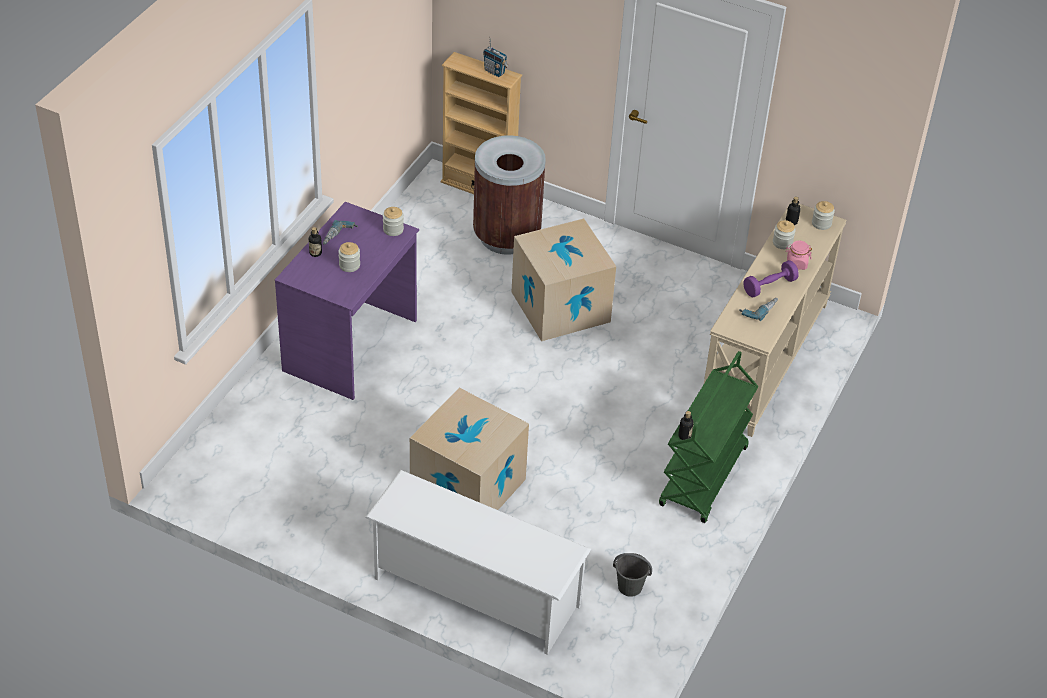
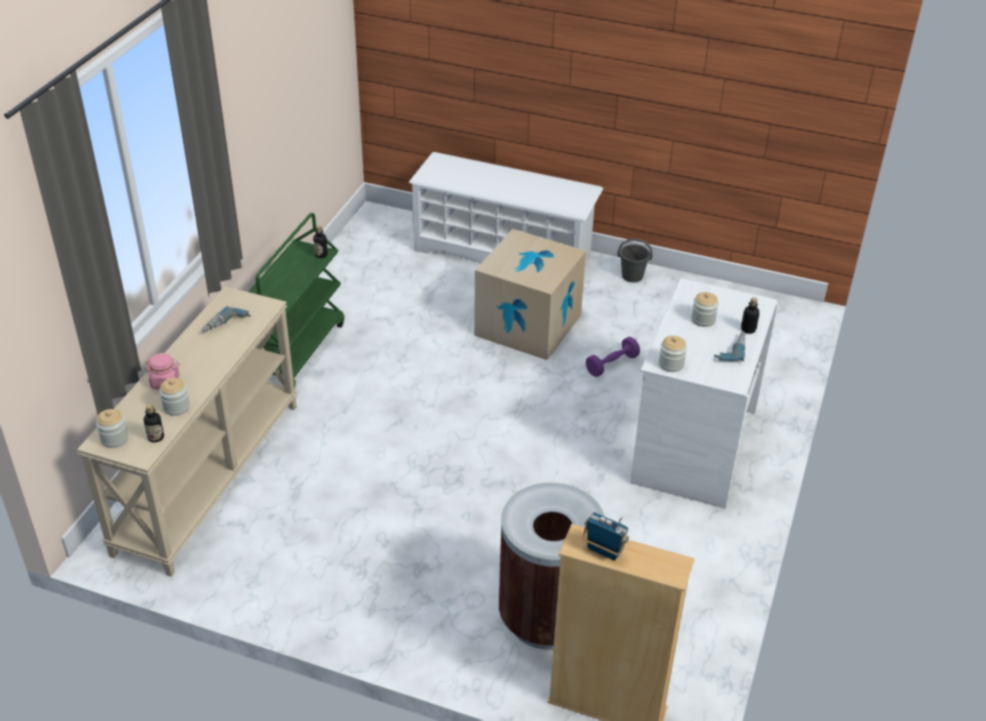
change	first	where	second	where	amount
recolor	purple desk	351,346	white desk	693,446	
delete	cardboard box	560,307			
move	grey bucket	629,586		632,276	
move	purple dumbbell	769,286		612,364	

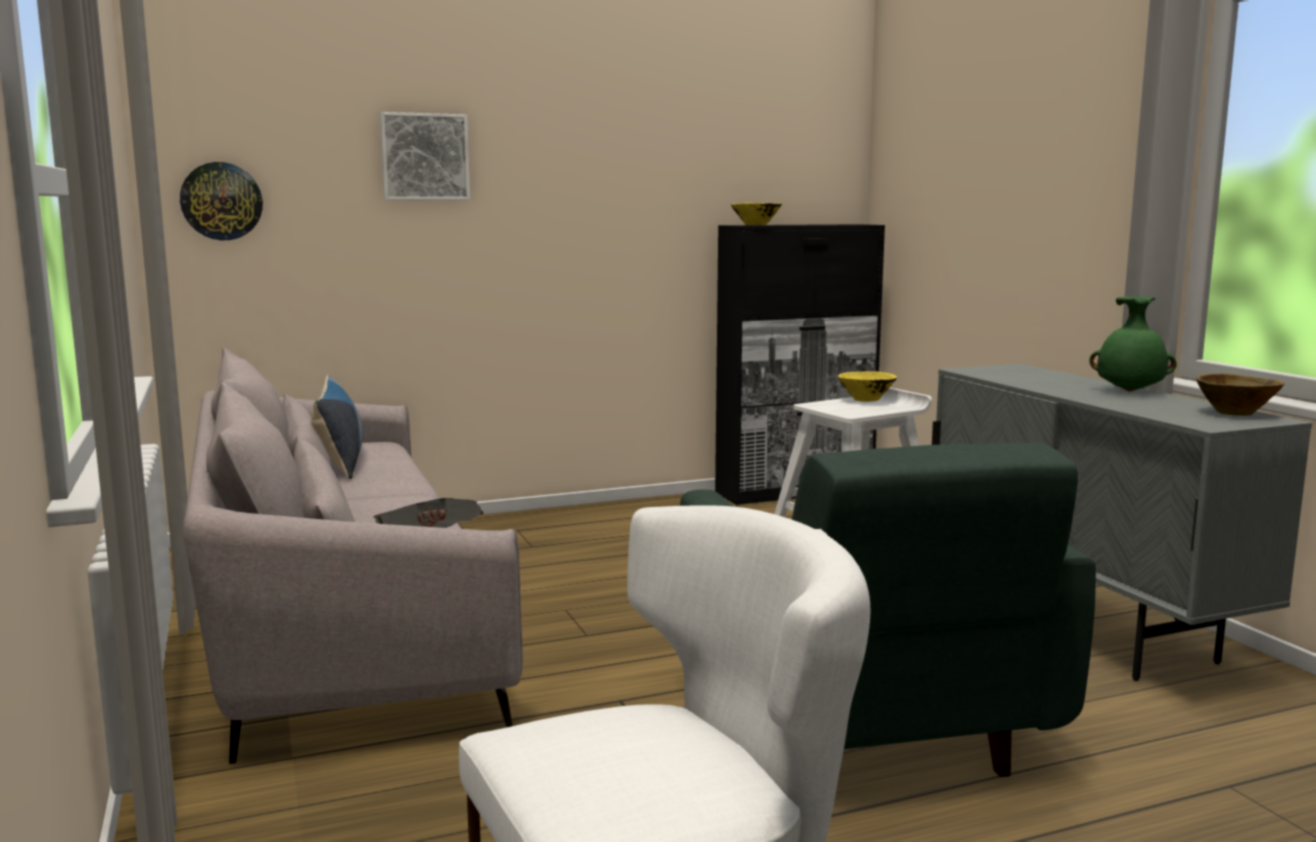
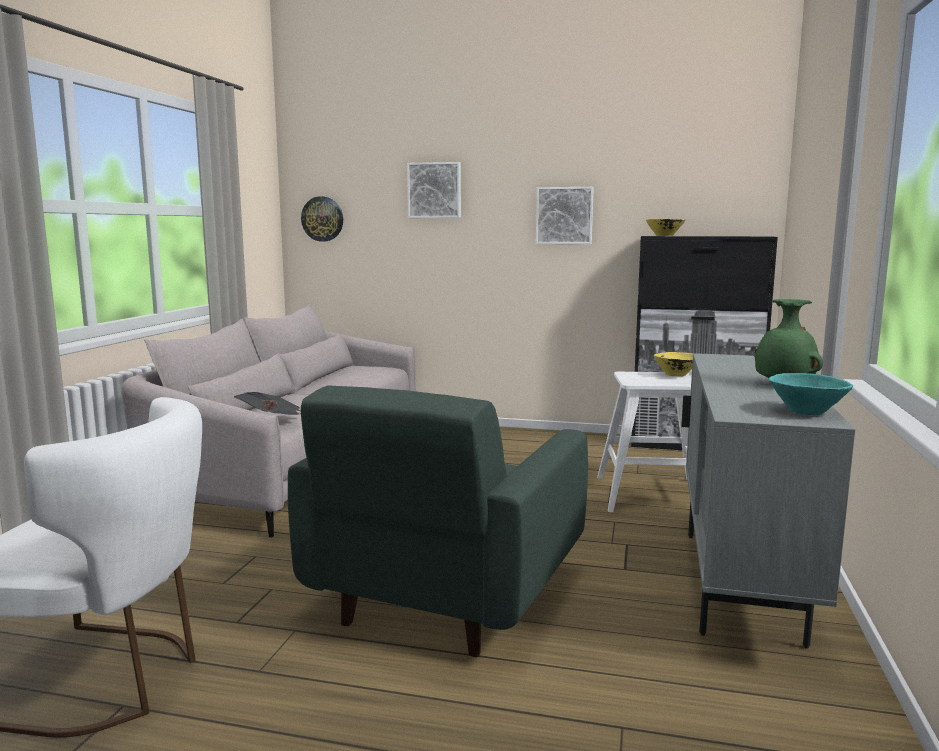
change	first	where	second	where	amount
delete	pillow	340,461			
recolor	brown bowl	1235,413	turquoise bowl	806,412	
insert			picture	564,215	

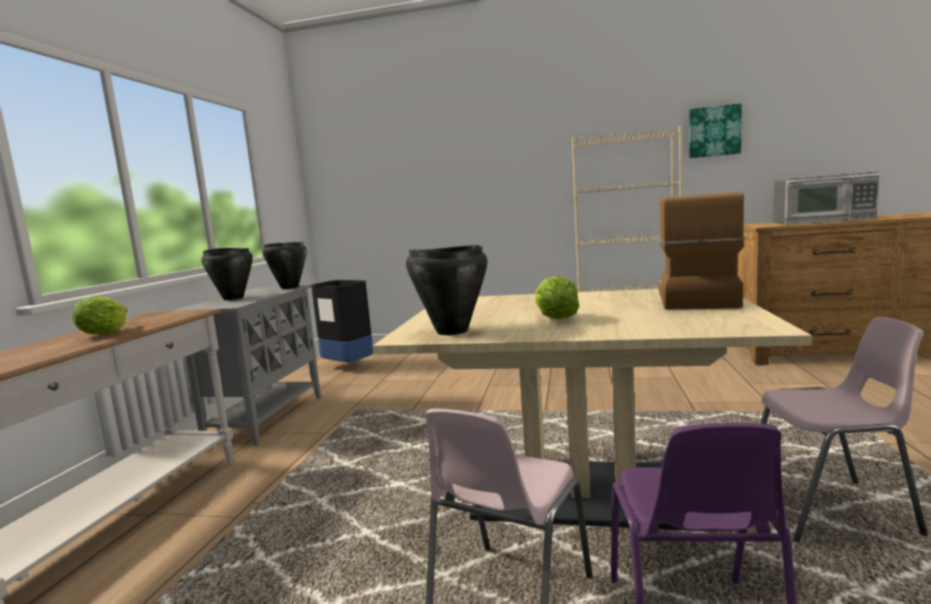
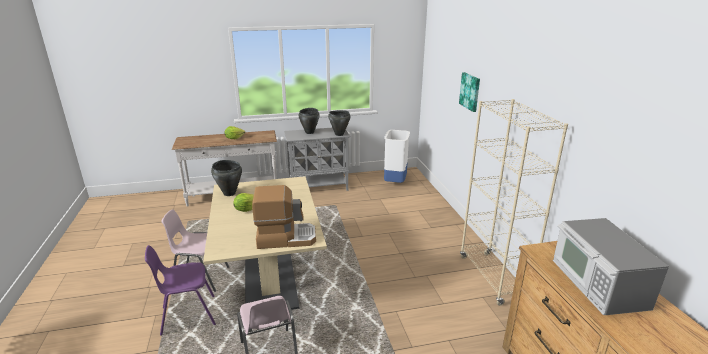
change	first	where	second	where	amount
recolor	black trash can	347,366	white trash can	395,182	
move	picture	714,131		470,91	

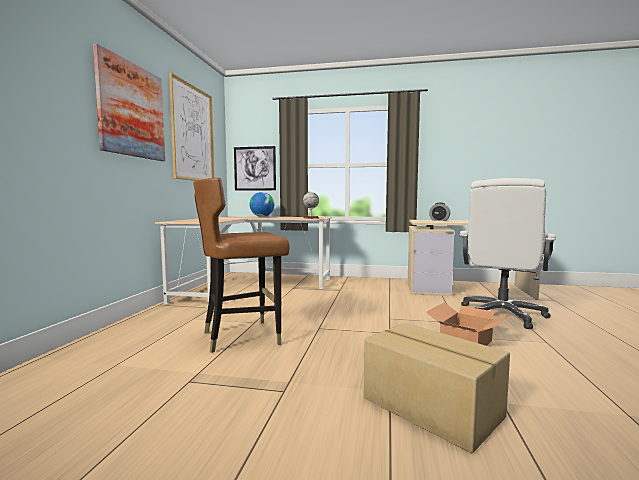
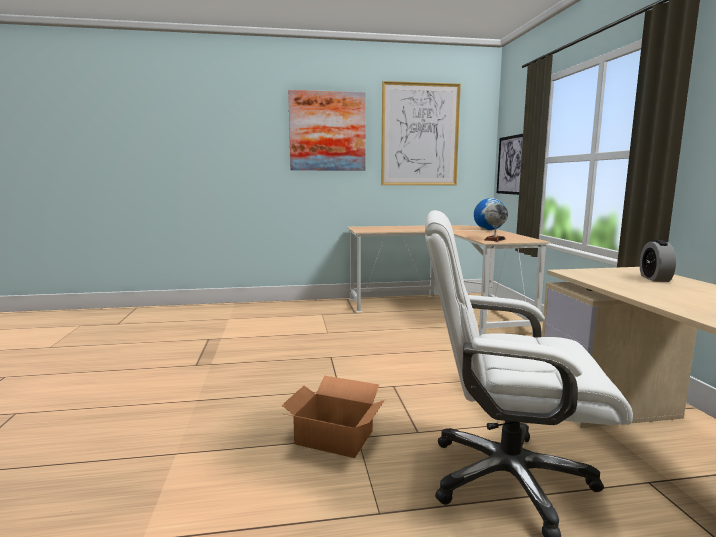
change	first	where	second	where	amount
delete	brown chair	243,336			
delete	cardboard box	431,408			

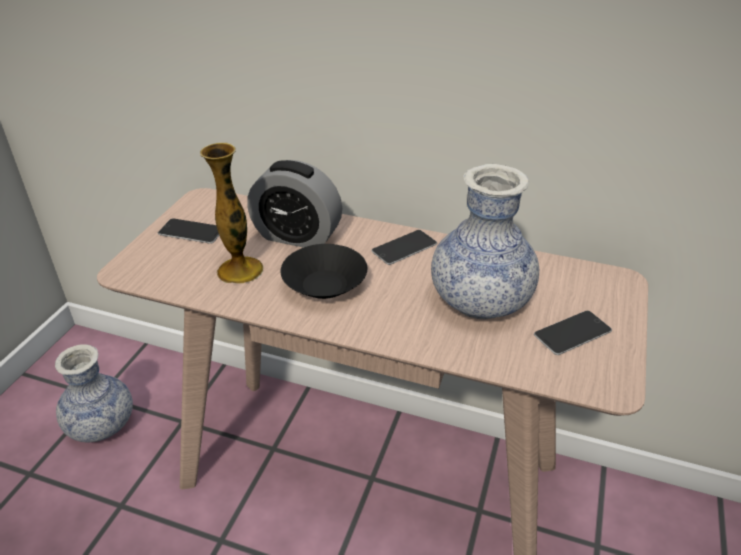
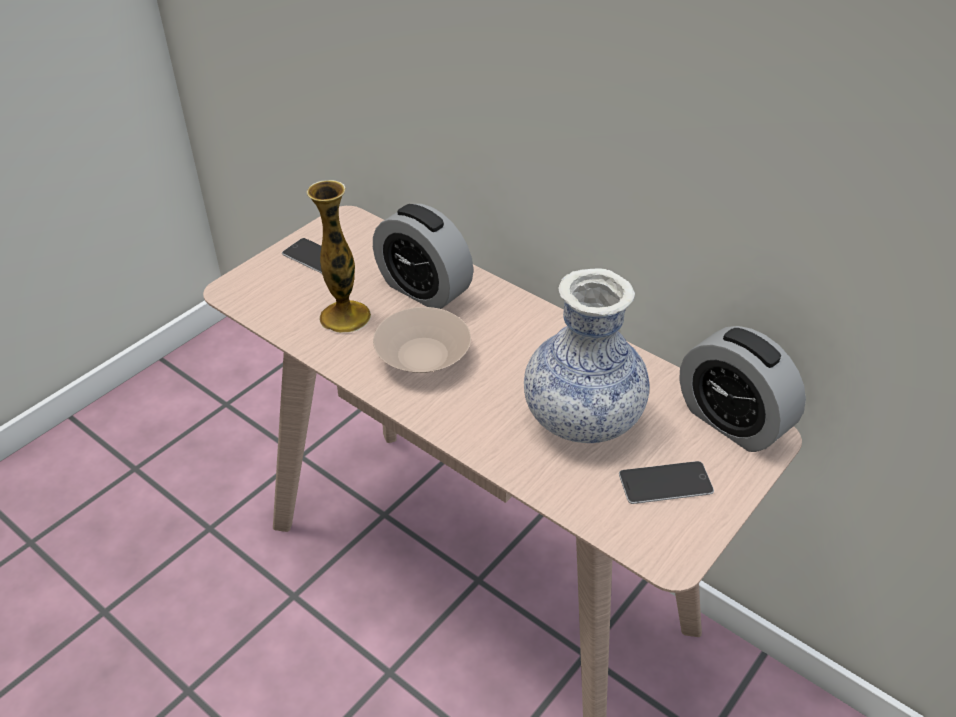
change	first	where	second	where	amount
delete	vase	102,425			
recolor	black bowl	326,286	beige bowl	424,357	
delete	phone	404,247			
insert			alarm clock	732,421	

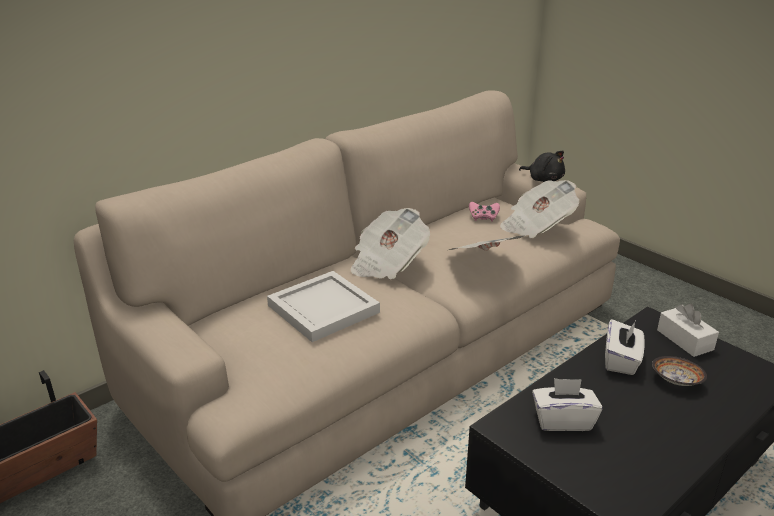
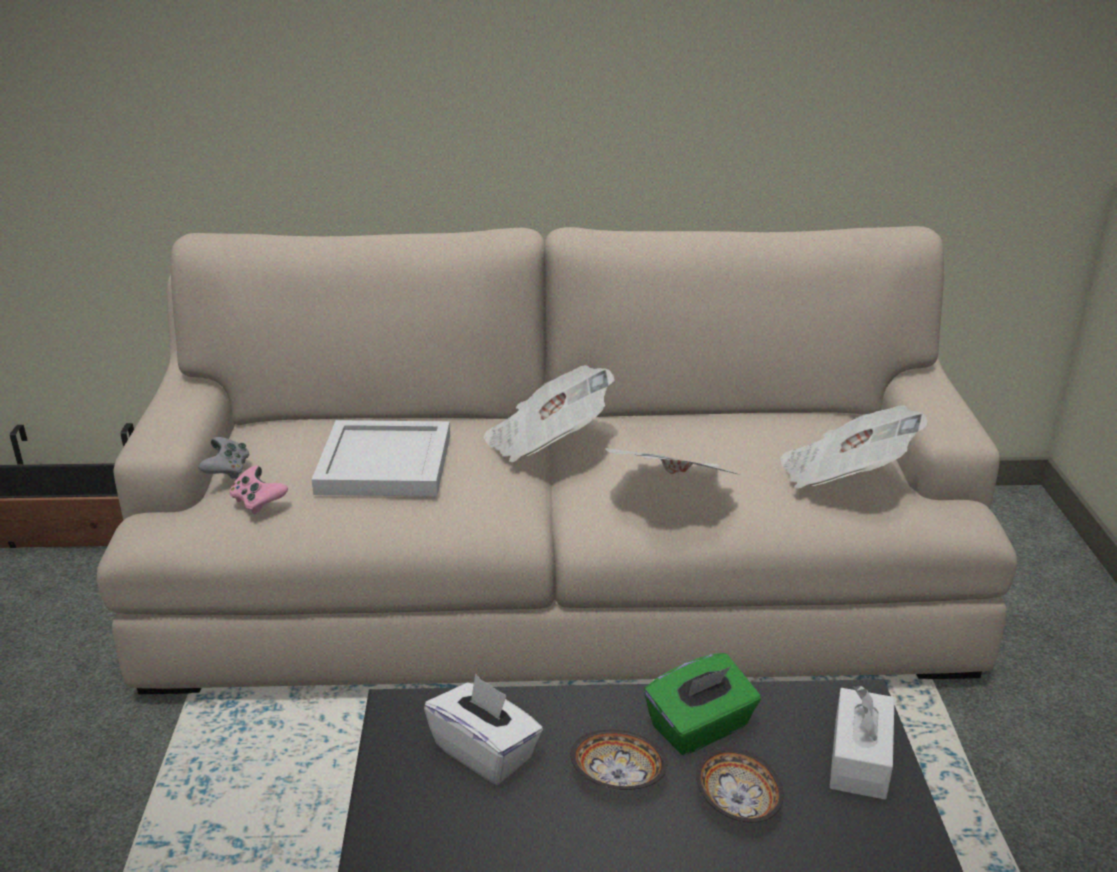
change	first	where	second	where	amount
move	pink game controller	483,218		258,502	
delete	black plush toy	544,179			
recolor	white tissue box	621,360	green tissue box	700,728	
insert			grey game controller	227,471	
insert			bowl	619,780	

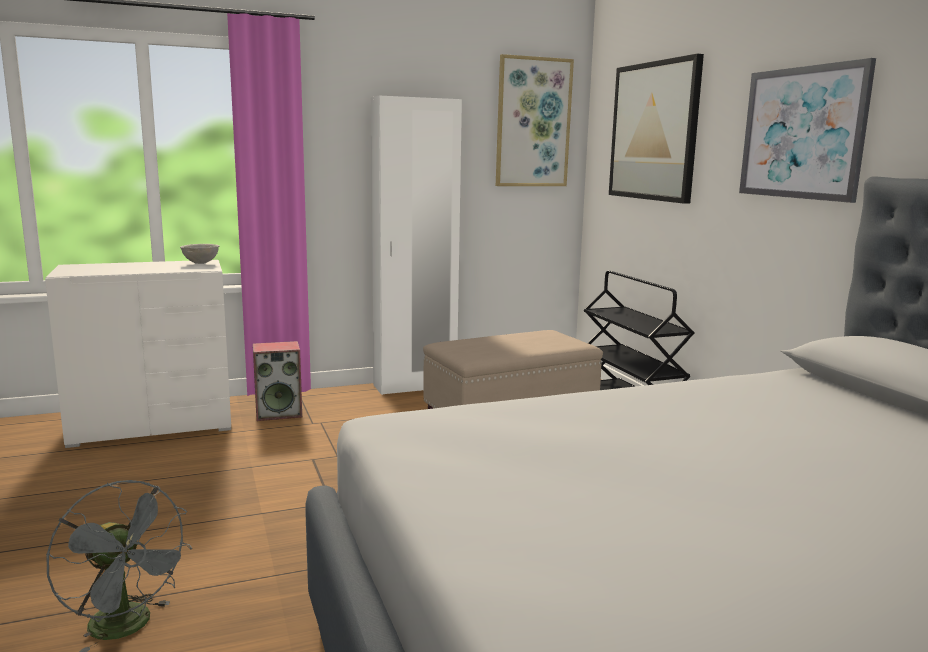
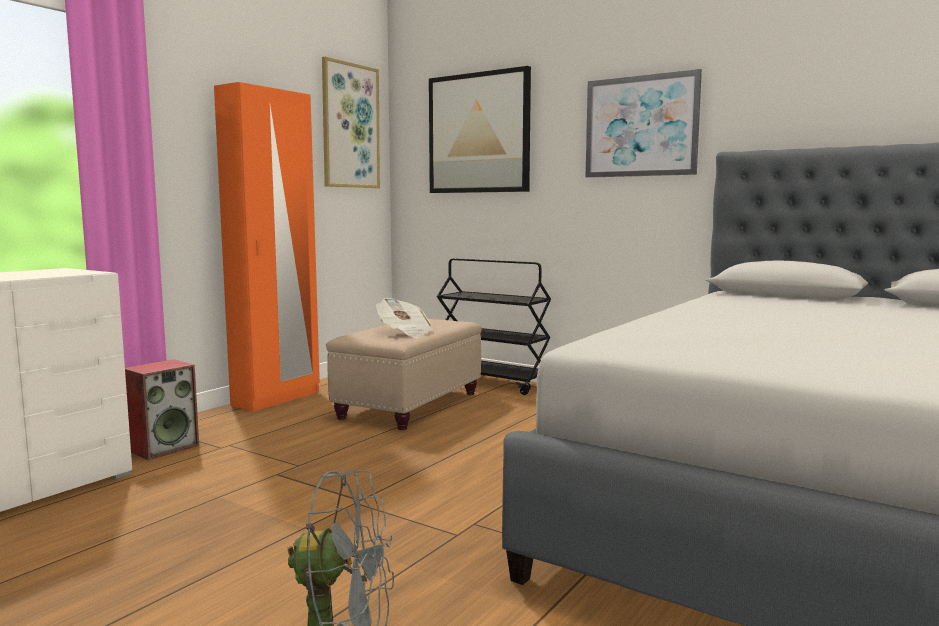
change	first	where	second	where	amount
delete	grey bowl	200,263			
recolor	white wardrobe	415,386	orange wardrobe	277,399	
insert			newspaper	405,333	

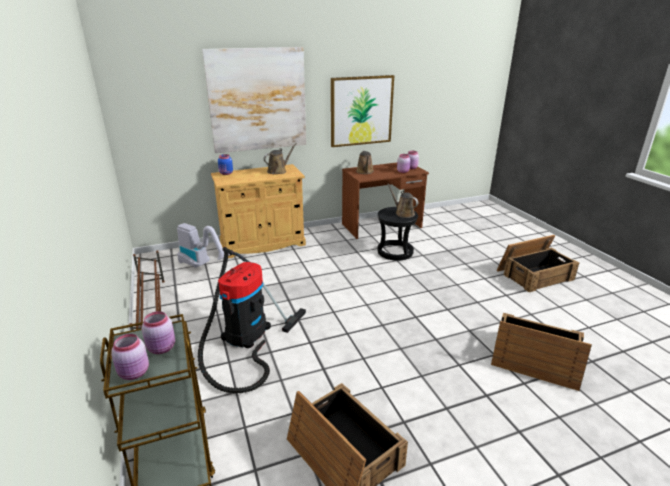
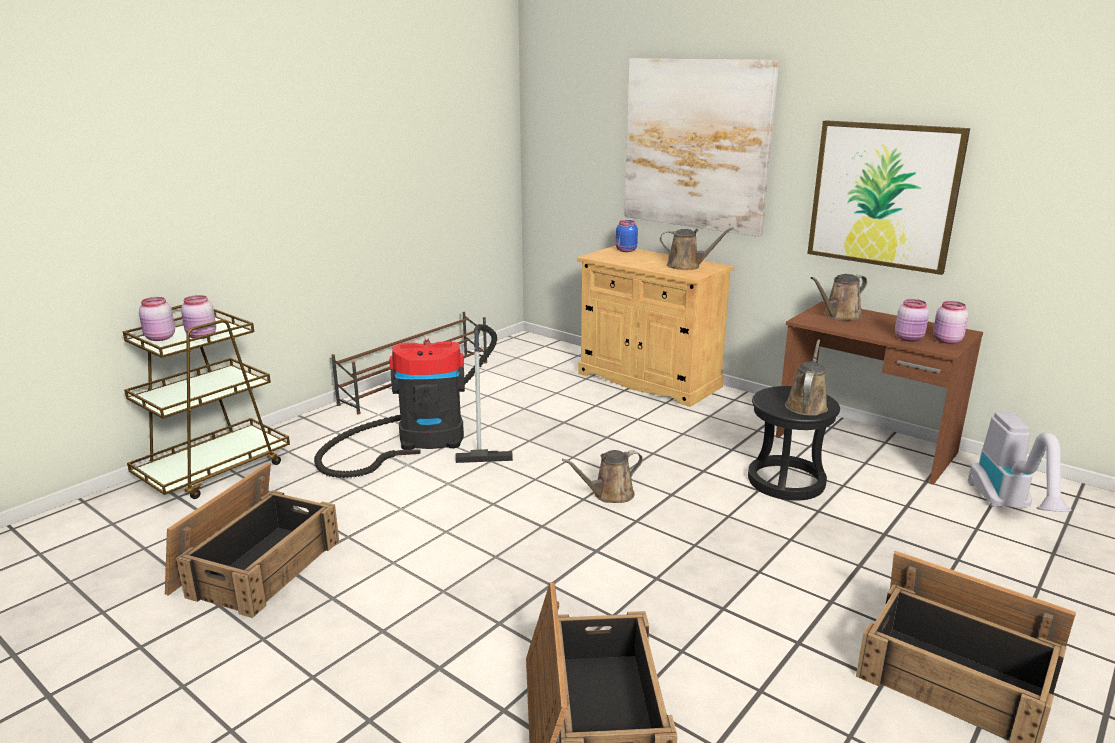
change	first	where	second	where	amount
move	vacuum cleaner	202,264		1009,507	
insert			brown watering can	609,494	

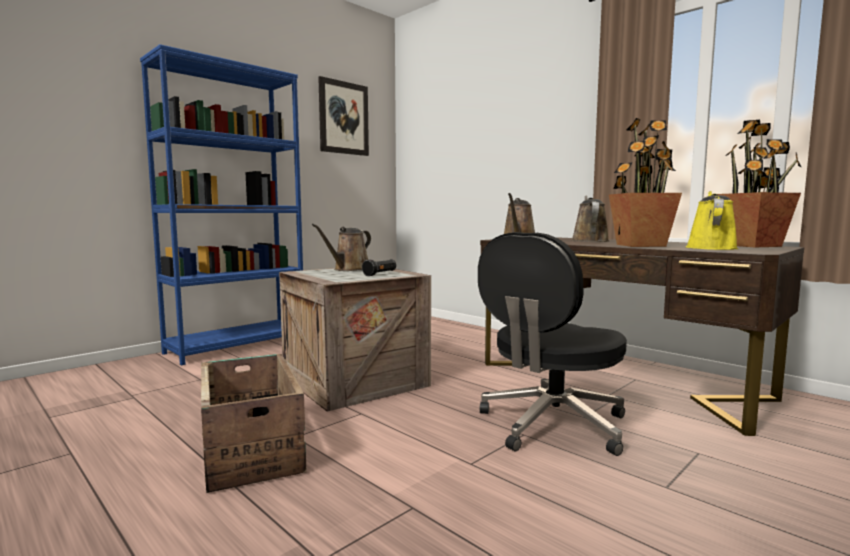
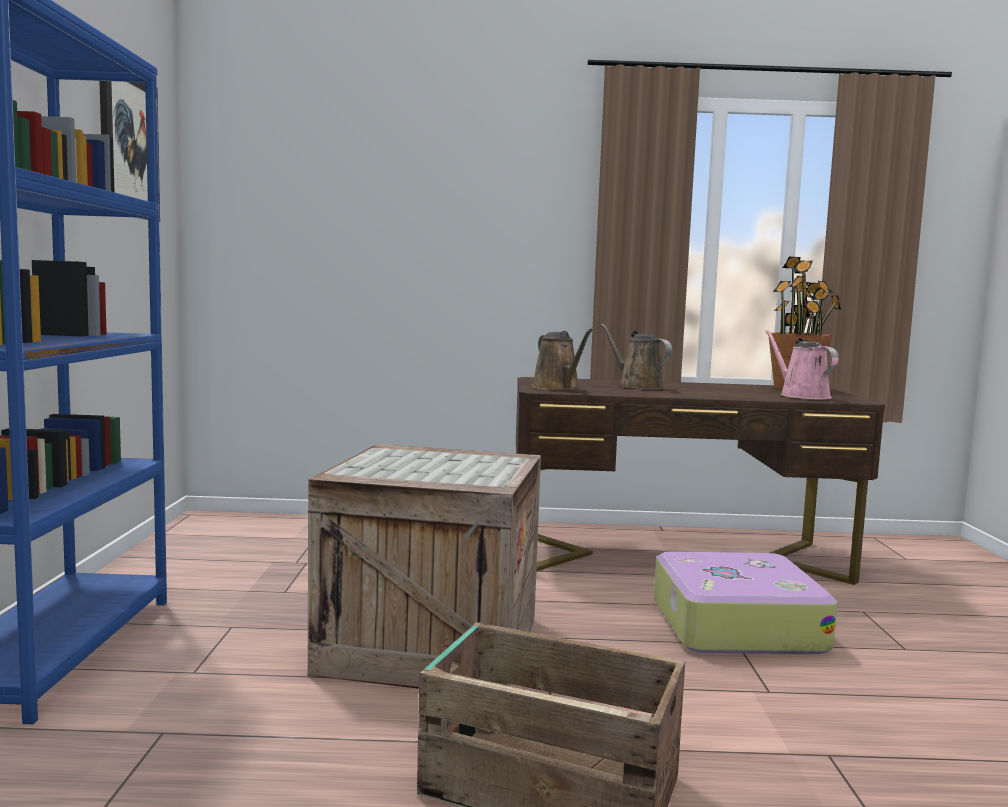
change	first	where	second	where	amount
delete	brown watering can	349,269			
delete	black flashlight	380,274			
replace	black office chair	551,425	suitcase	734,625	
delete	potted plant	641,245			
recolor	yellow watering can	710,248	pink watering can	801,396	

